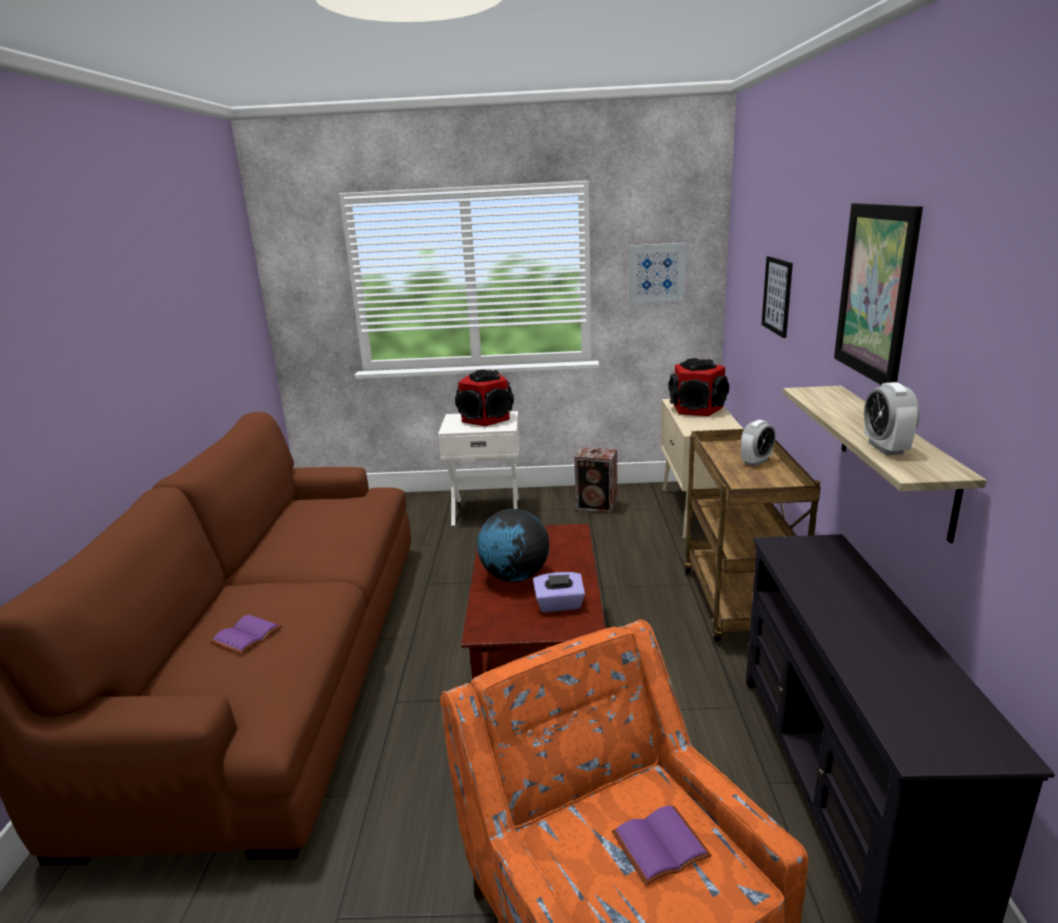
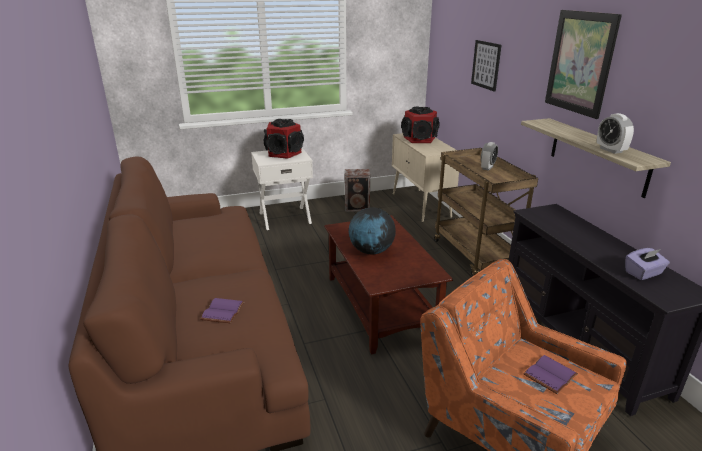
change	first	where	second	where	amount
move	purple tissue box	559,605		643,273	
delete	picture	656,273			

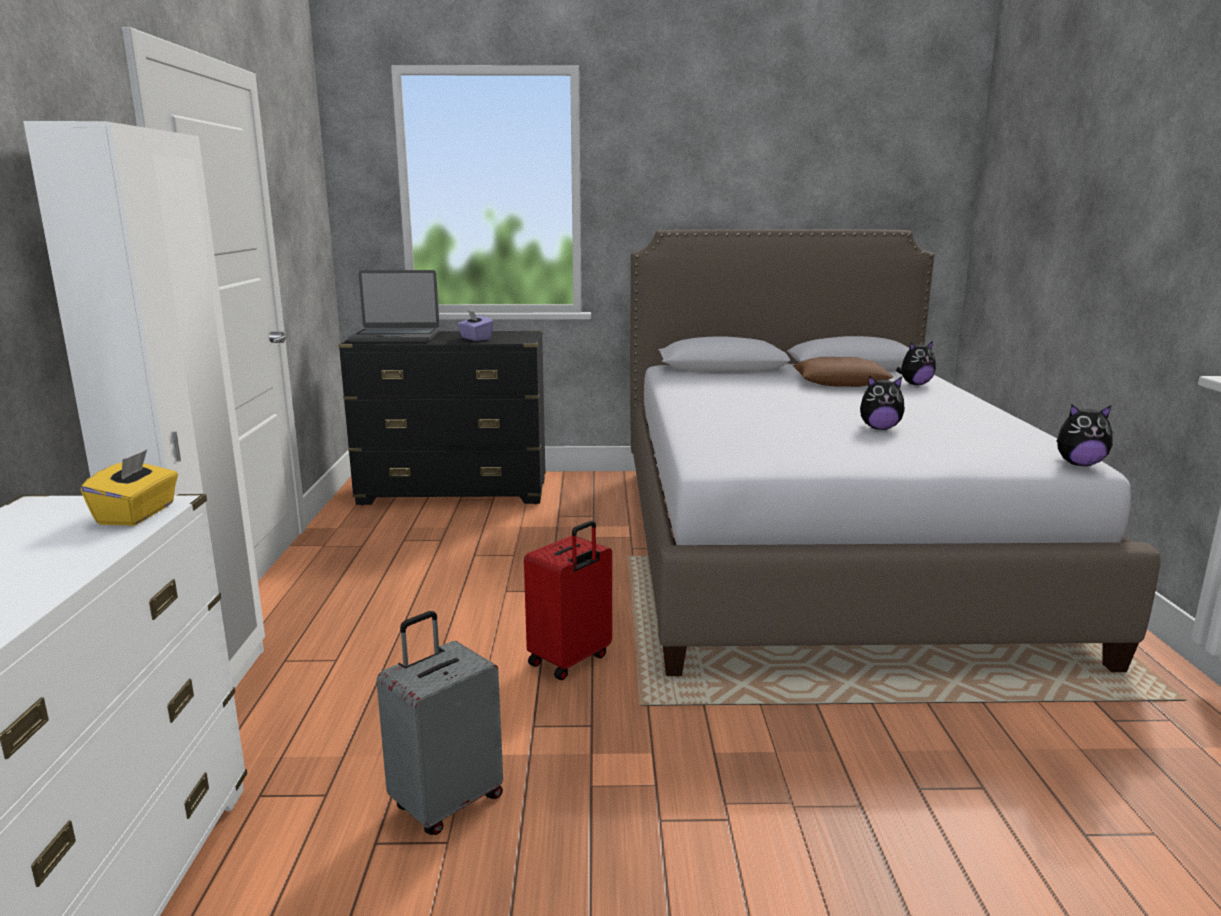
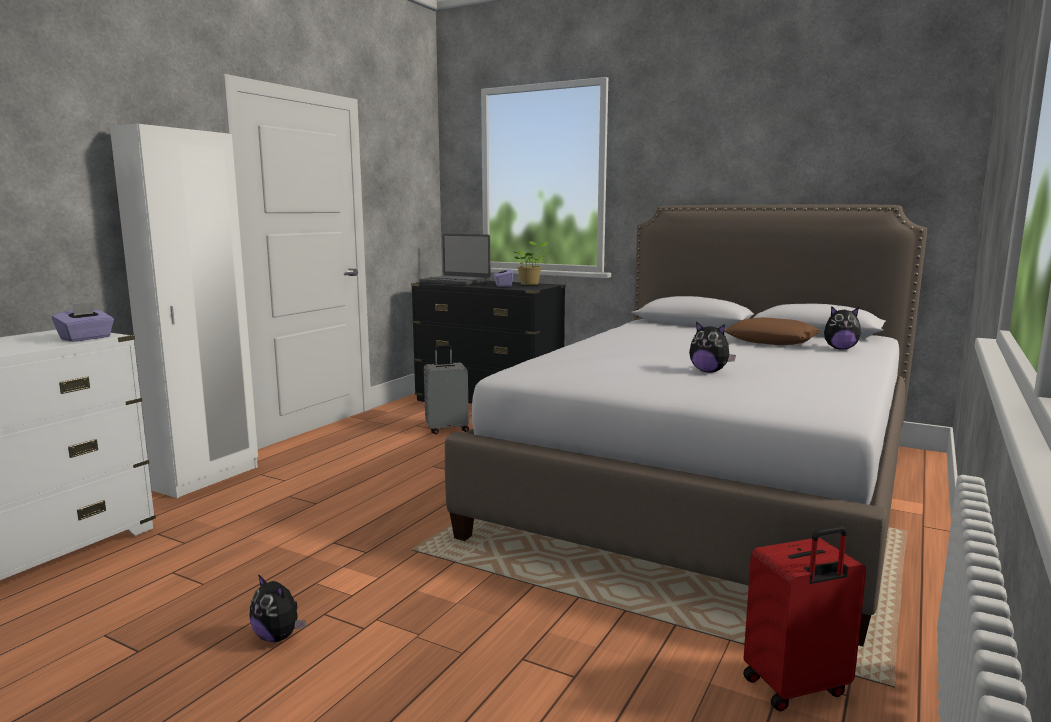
change	first	where	second	where	amount
recolor	yellow tissue box	137,514	purple tissue box	86,338	
move	grey suitcase	446,802		447,429	
move	red suitcase	570,660		796,688	
move	plush toy	1079,464		278,637	
insert			potted plant	530,284	

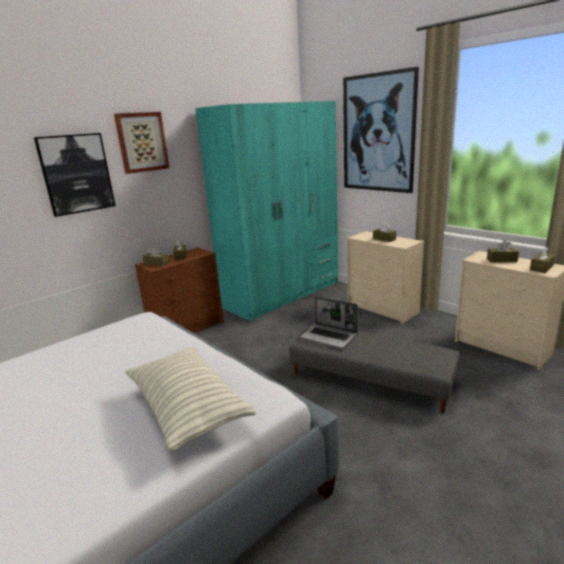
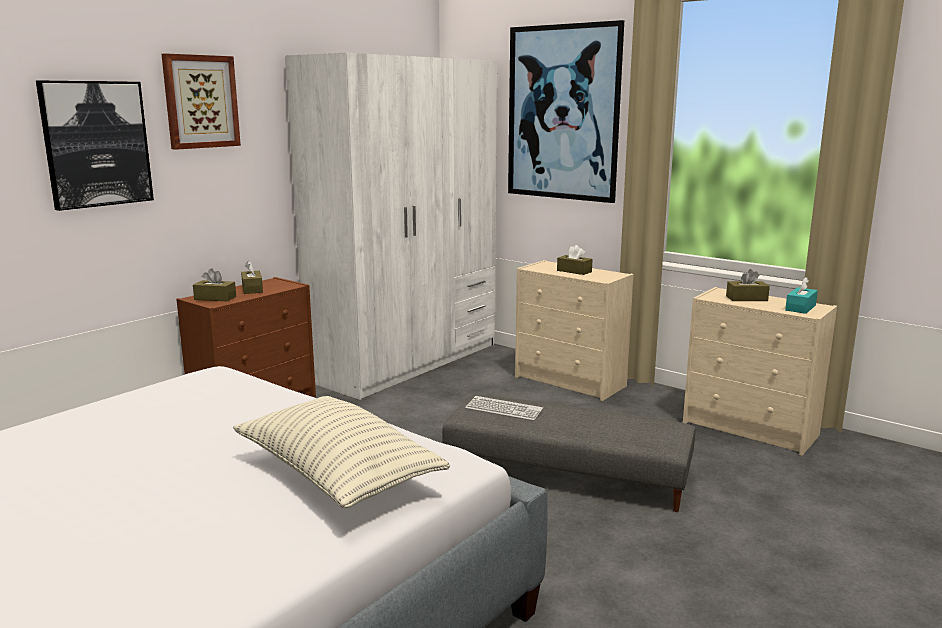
change	first	where	second	where	amount
recolor	turquoise wardrobe	282,294	white wardrobe	407,362	
replace	laptop	329,336	keyboard	504,410	
recolor	brown tissue box	541,268	turquoise tissue box	800,308	

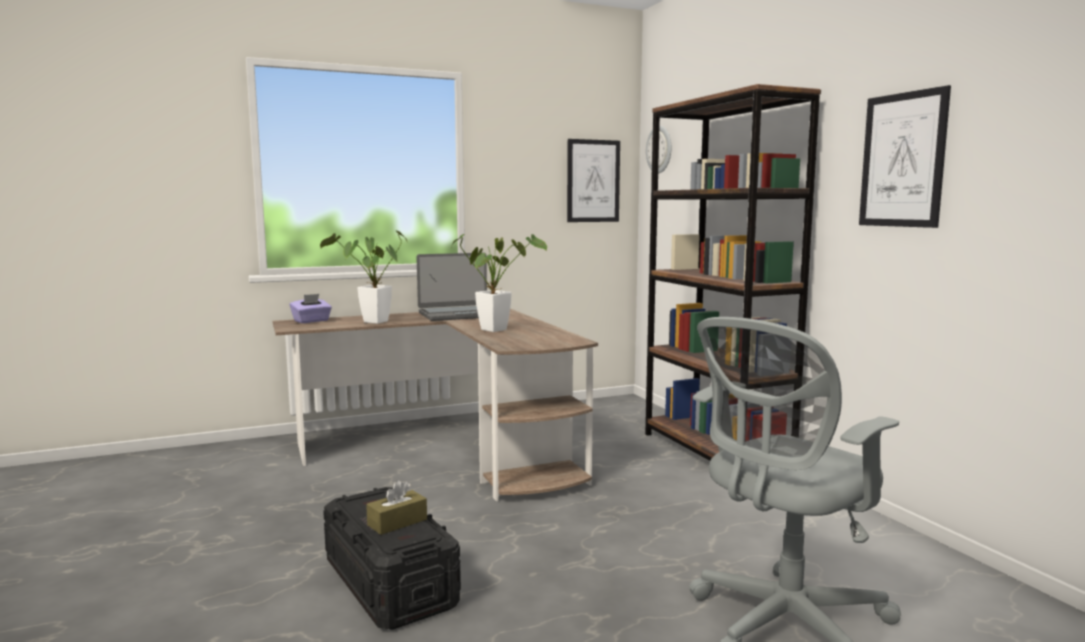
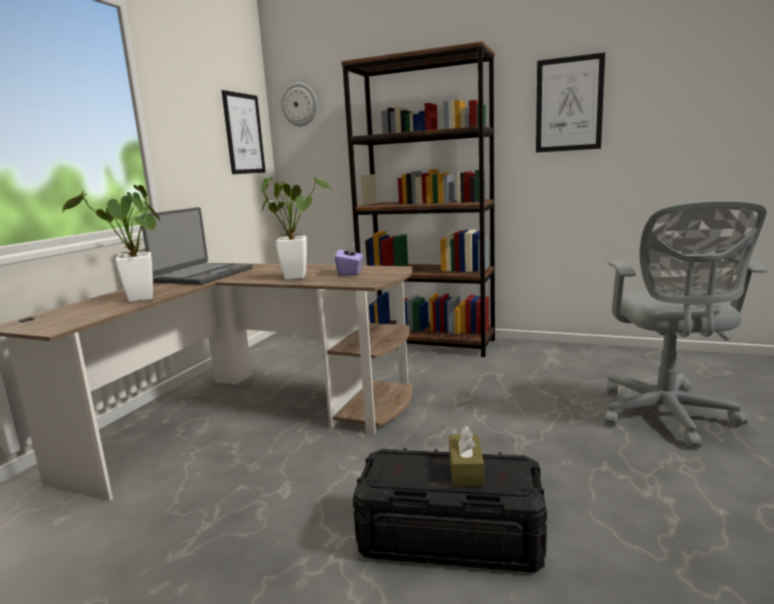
change	first	where	second	where	amount
move	purple tissue box	311,321		350,272	

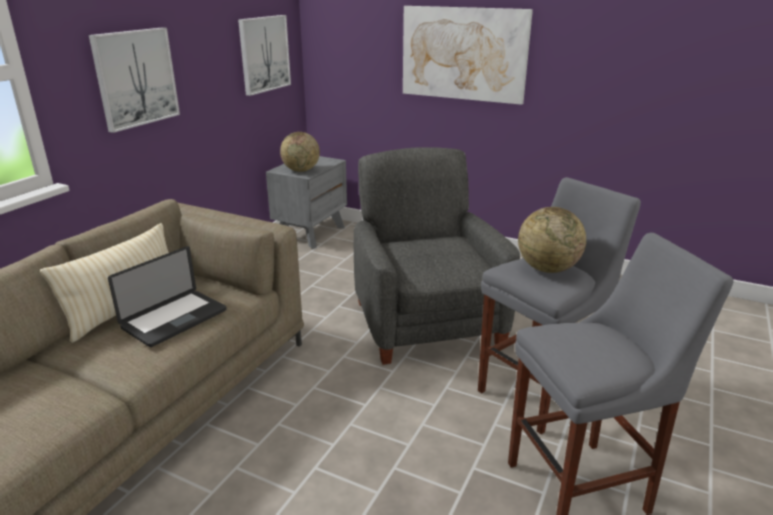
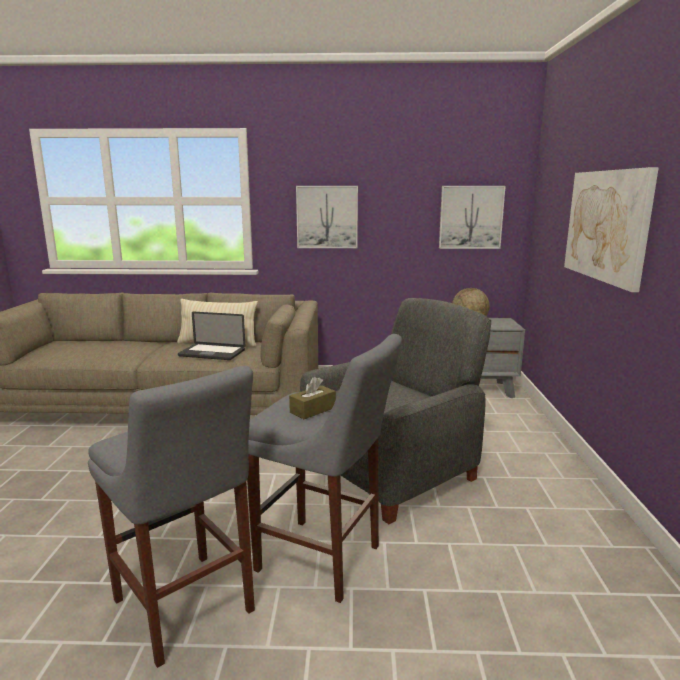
change	first	where	second	where	amount
replace	globe	547,268	brown tissue box	313,410	

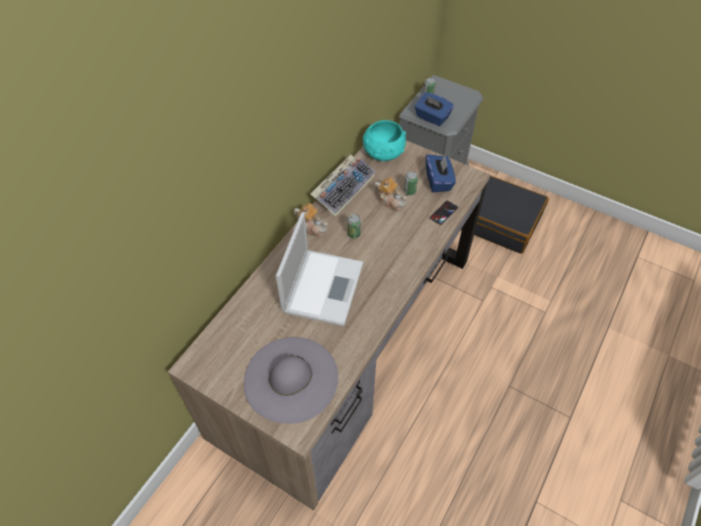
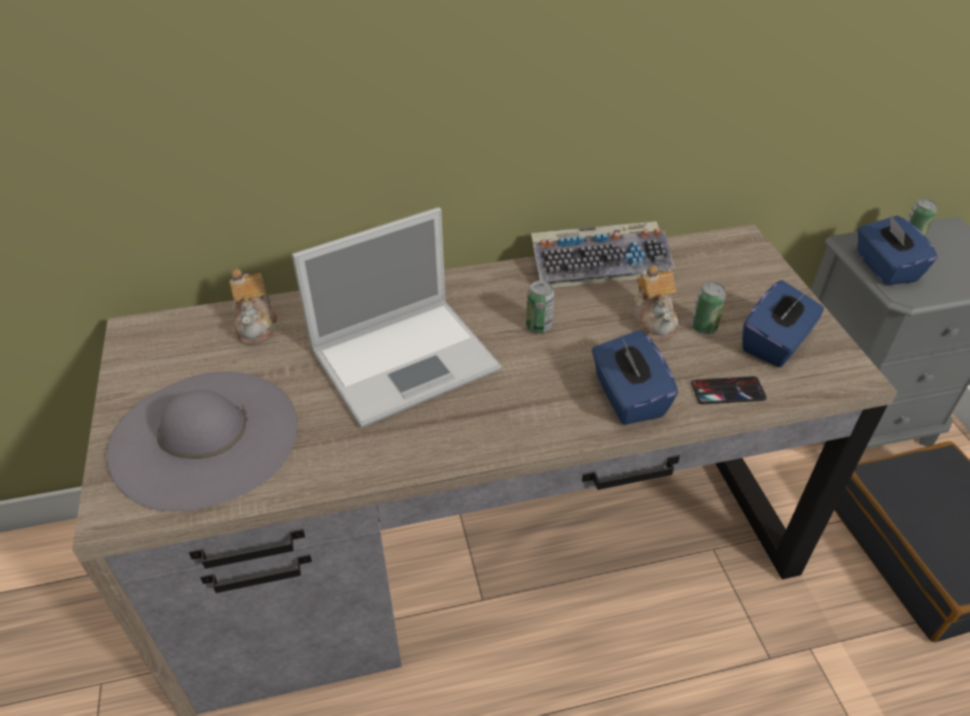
change	first	where	second	where	amount
move	teapot	312,227		256,324	
delete	turquoise bowl	383,153			
insert			blue tissue box	627,397	

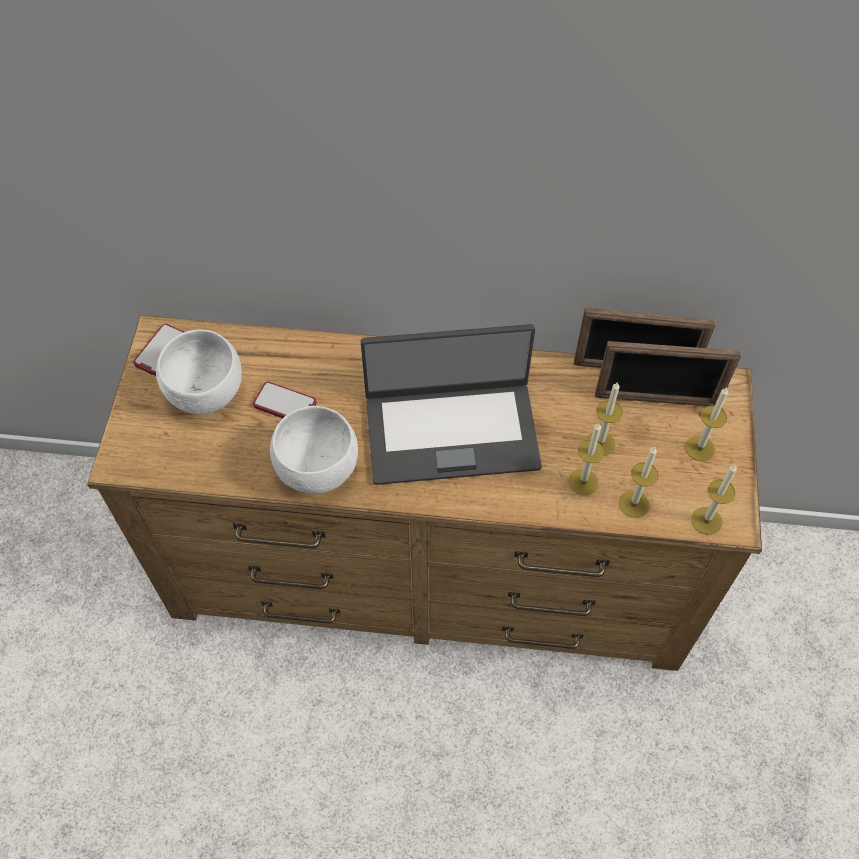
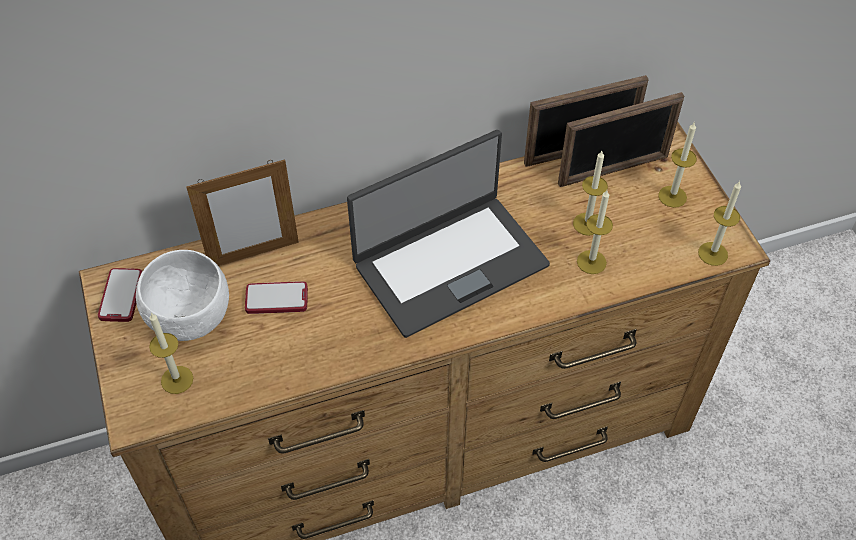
change	first	where	second	where	amount
delete	white bowl	319,470			
move	candle	633,504		177,380	
insert			picture frame	254,254	

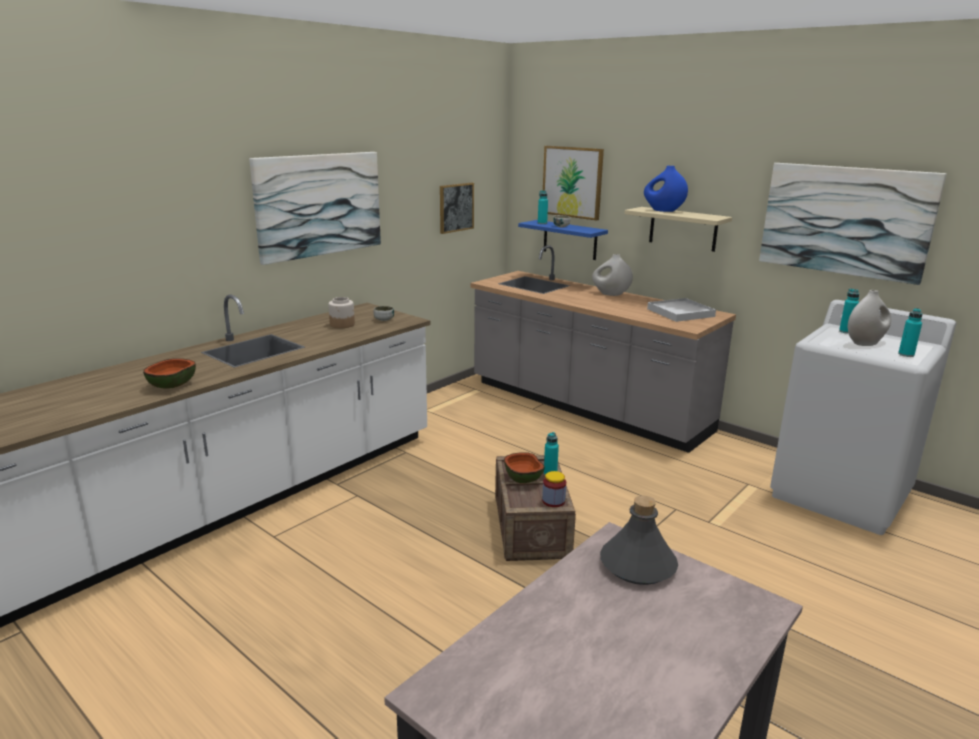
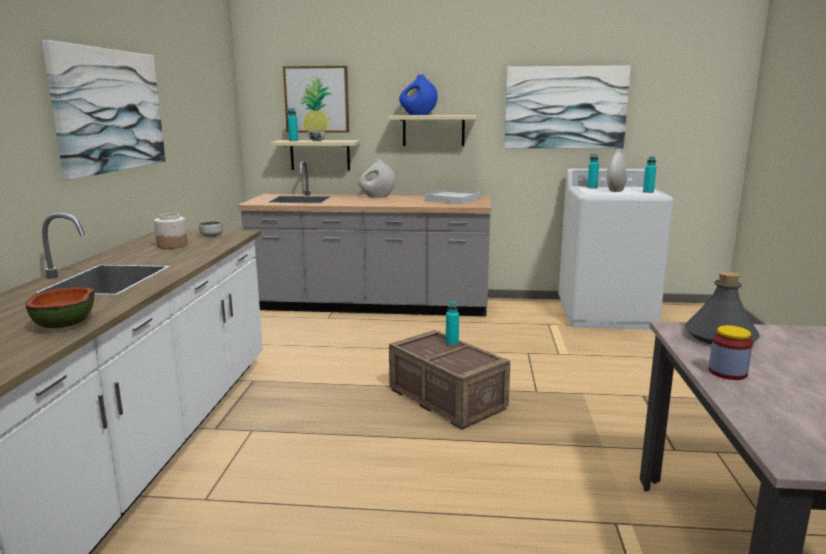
change	first	where	second	where	amount
delete	picture	456,207			
delete	bowl	523,478			
recolor	blue shelf	570,240	beige shelf	320,155	
move	jar	553,501		727,372	

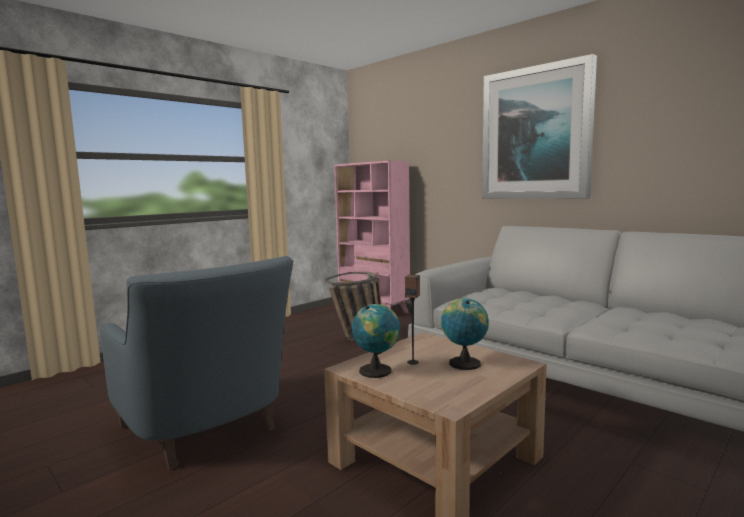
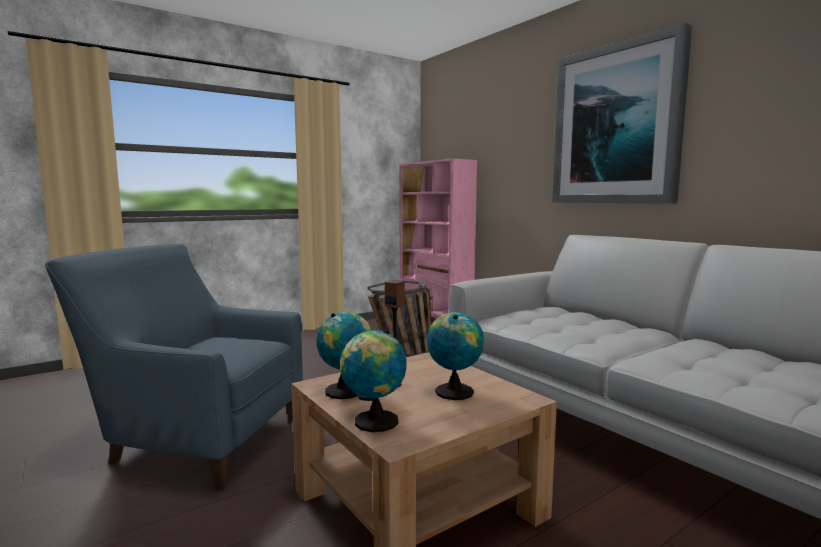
change	first	where	second	where	amount
rotate	blue armchair	207,431		193,439	135 degrees clockwise
insert			globe	373,422	

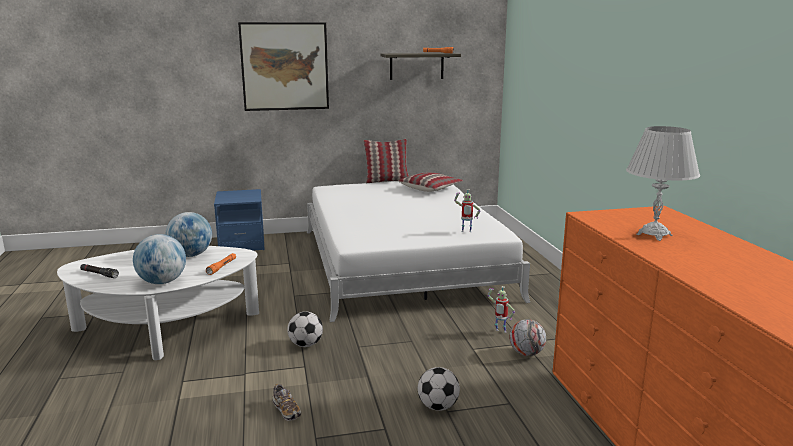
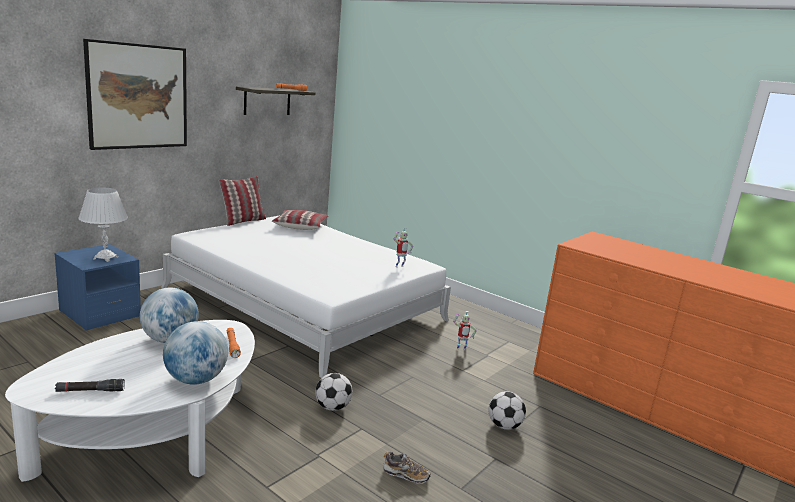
change	first	where	second	where	amount
delete	football	526,353			
move	white table lamp	654,235		105,258	

